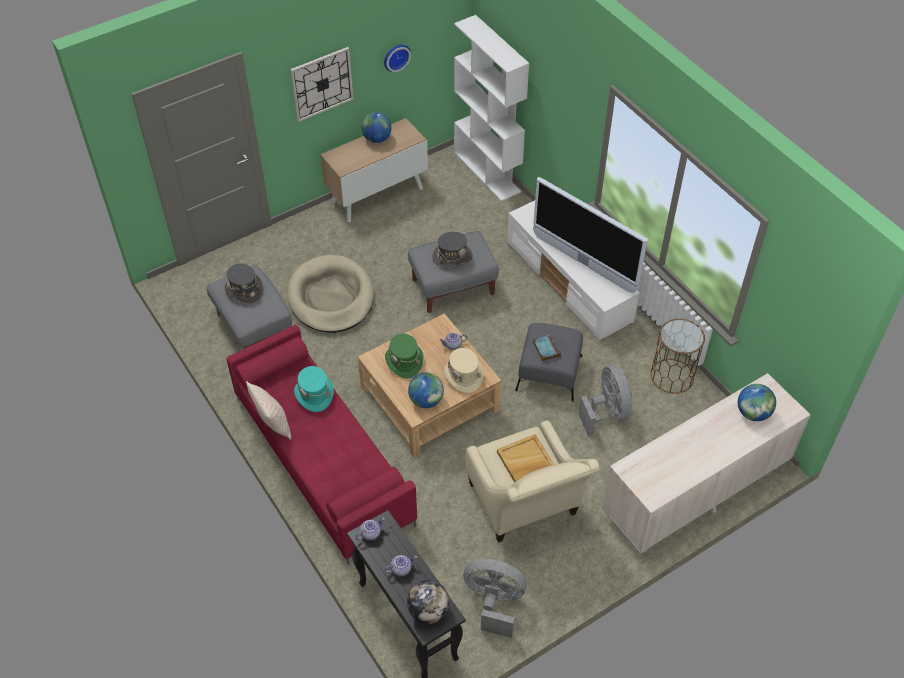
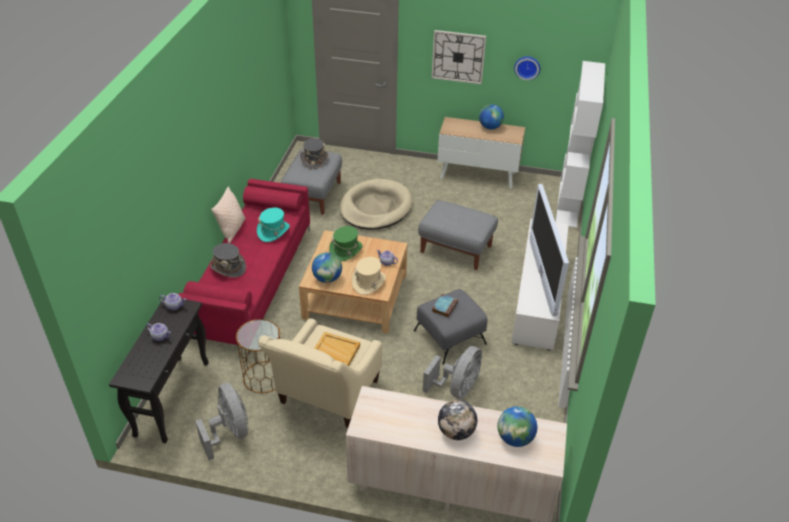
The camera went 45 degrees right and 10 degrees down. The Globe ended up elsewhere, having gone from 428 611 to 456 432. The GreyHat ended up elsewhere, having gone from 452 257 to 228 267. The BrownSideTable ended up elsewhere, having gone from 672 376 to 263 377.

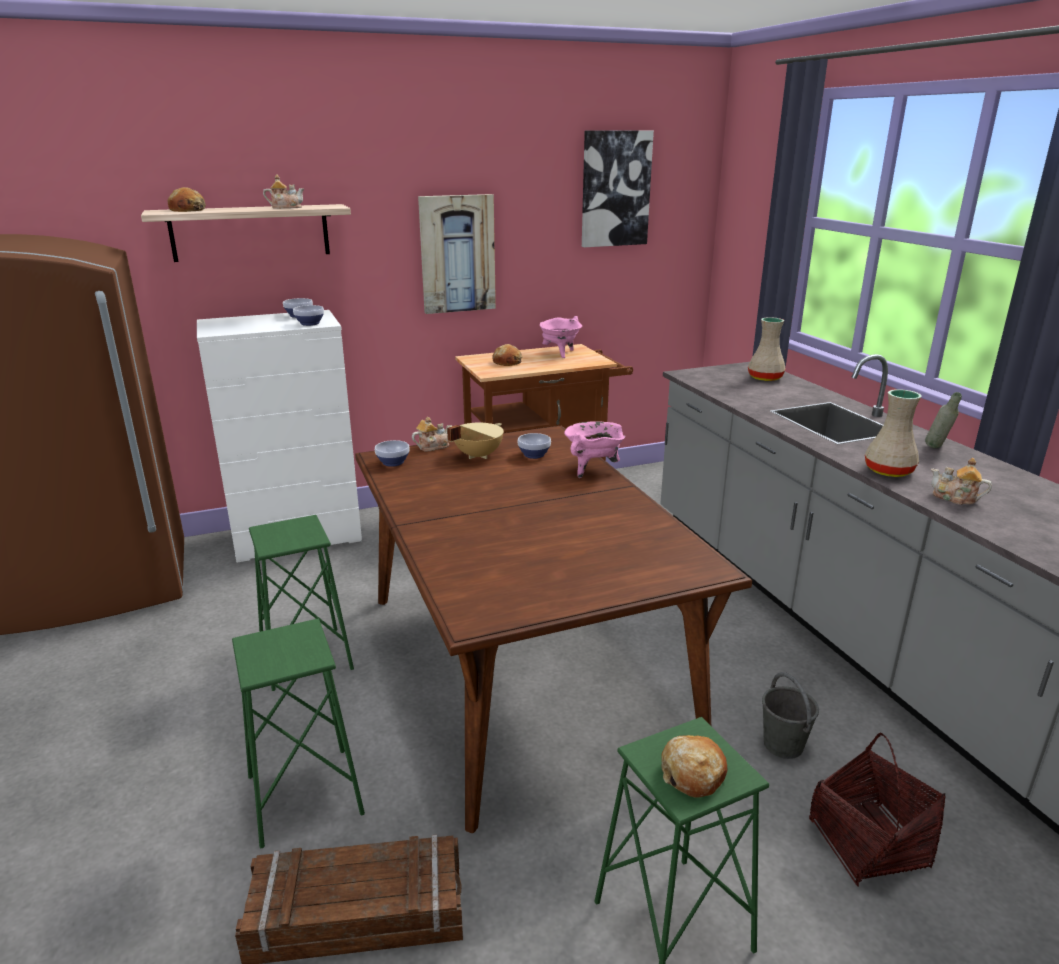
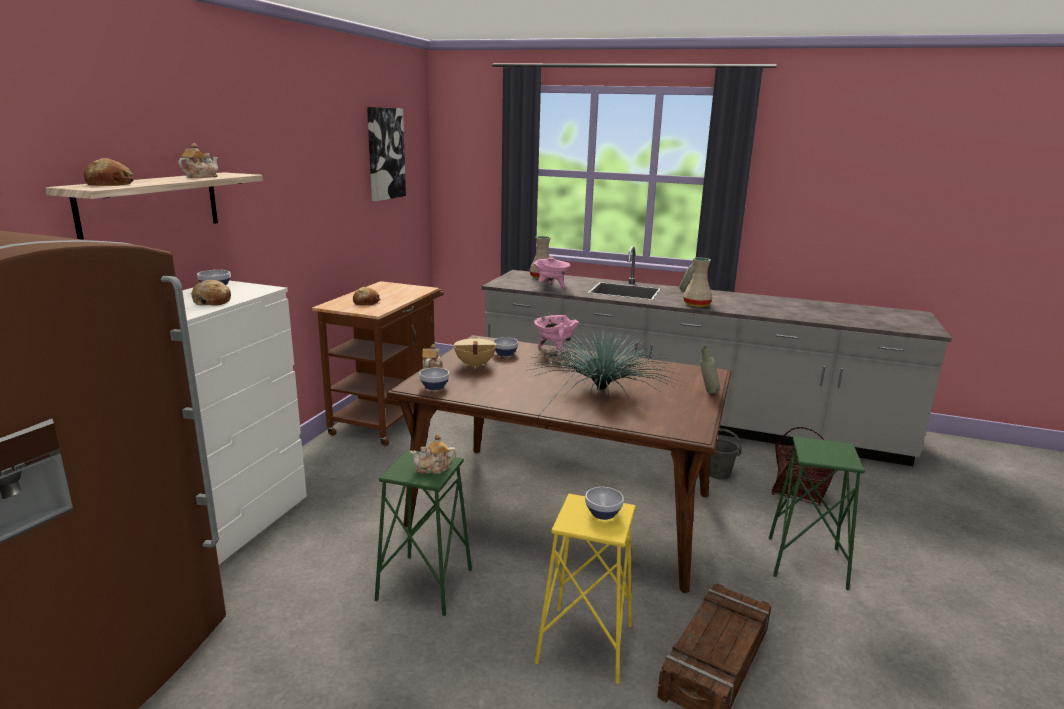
The camera went 50 degrees left and 5 degrees down. What was the GreenStool at 304 795 turned into the YellowStool at 585 644. The Bowl ended up elsewhere, having gone from 309 324 to 604 514. The second view lost the Picture at 457 254. The PinkCookingPot ended up elsewhere, having gone from 559 354 to 551 287. The Bread ended up elsewhere, having gone from 693 774 to 212 301. The Teapot ended up elsewhere, having gone from 955 498 to 433 468. The second view gained the PottedPlant at 601 390. The second view gained the GreyBottle at 707 393.

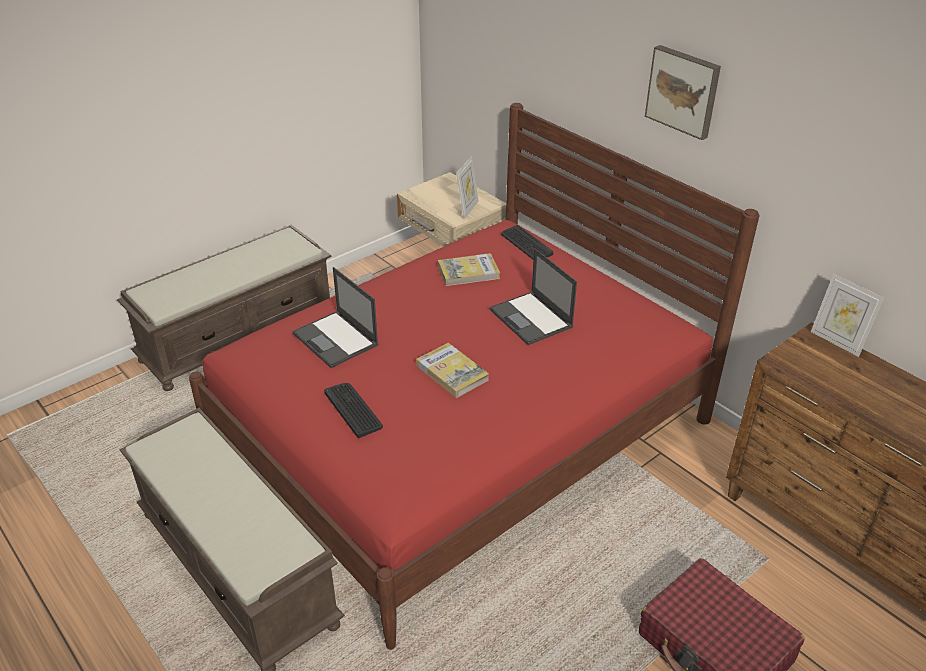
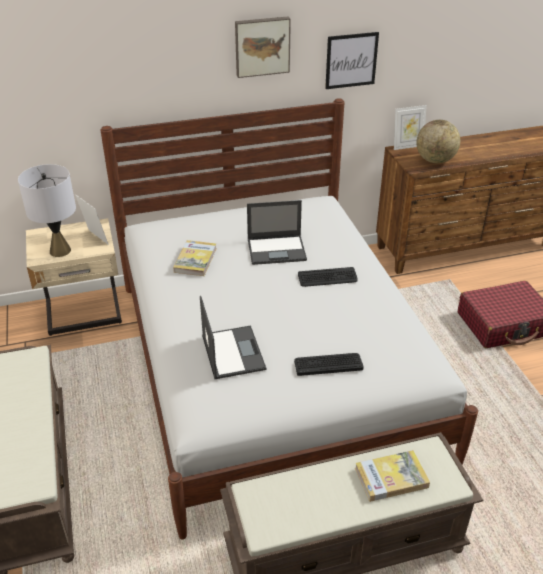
The camera went 65 degrees left and 0 degrees up. What was the RedBed at 462 433 turned into the WhiteBed at 272 367. The Laptop at 336 339 ended up facing another way, 90 degrees counterclockwise from before. The Book ended up elsewhere, having gone from 452 373 to 391 478. The Keyboard ended up elsewhere, having gone from 526 244 to 327 278. The second view gained the GreyTableLamp at 60 251. The second view gained the Picture at 351 60. The second view gained the Globe at 435 160.

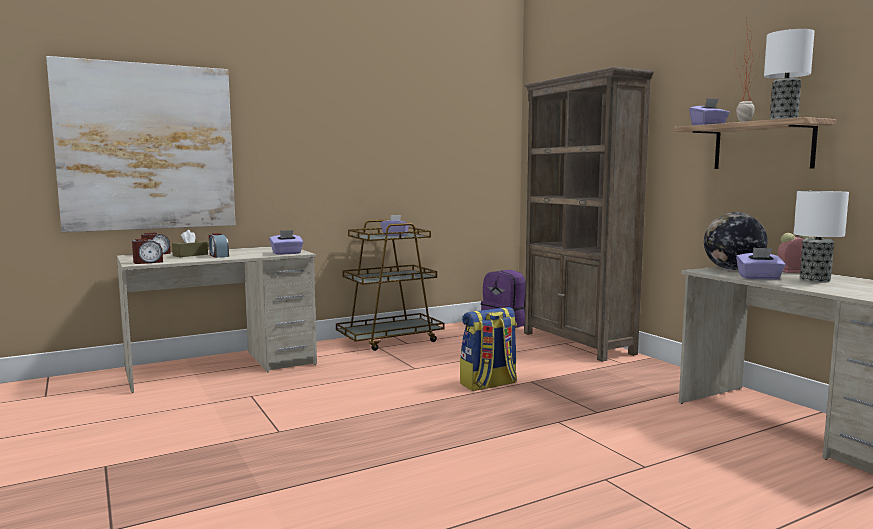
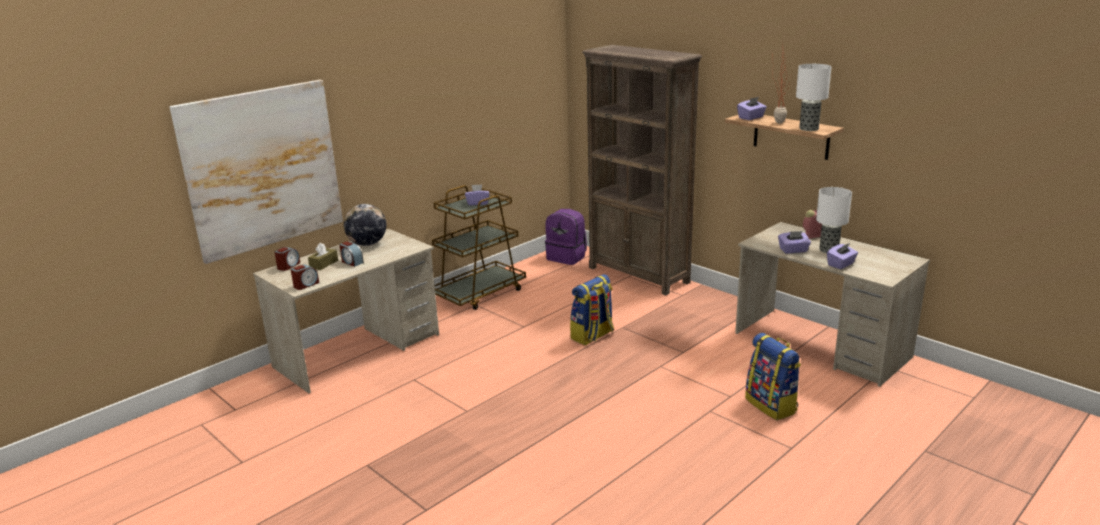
The camera went 15 degrees left and 15 degrees up. The PurpleTissueBox ended up elsewhere, having gone from 287 253 to 841 264. The Globe ended up elsewhere, having gone from 733 270 to 367 244. The second view gained the Backpack at 772 405.

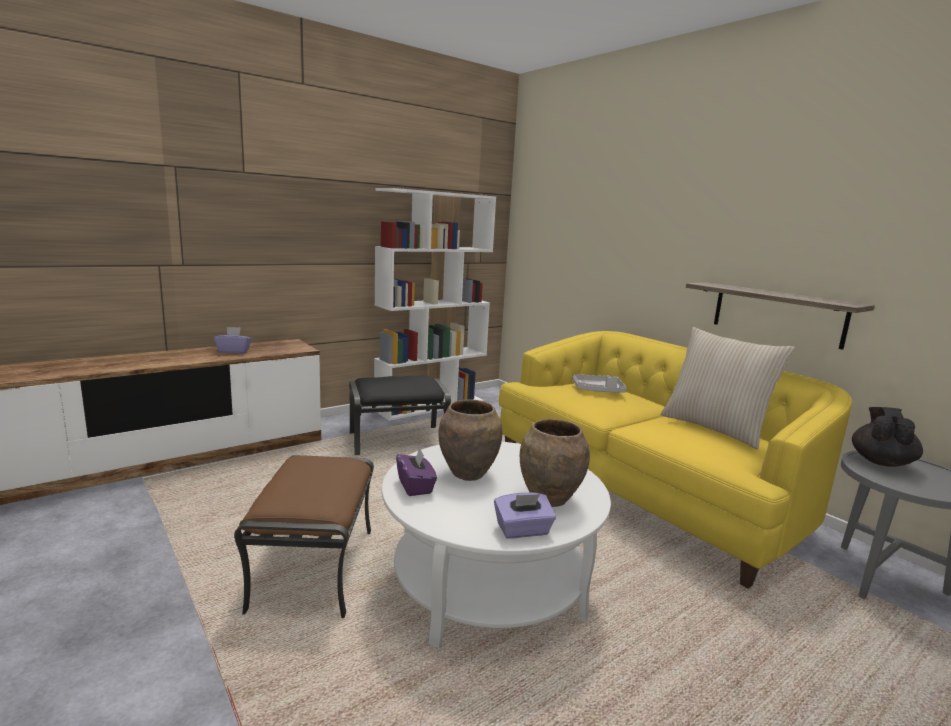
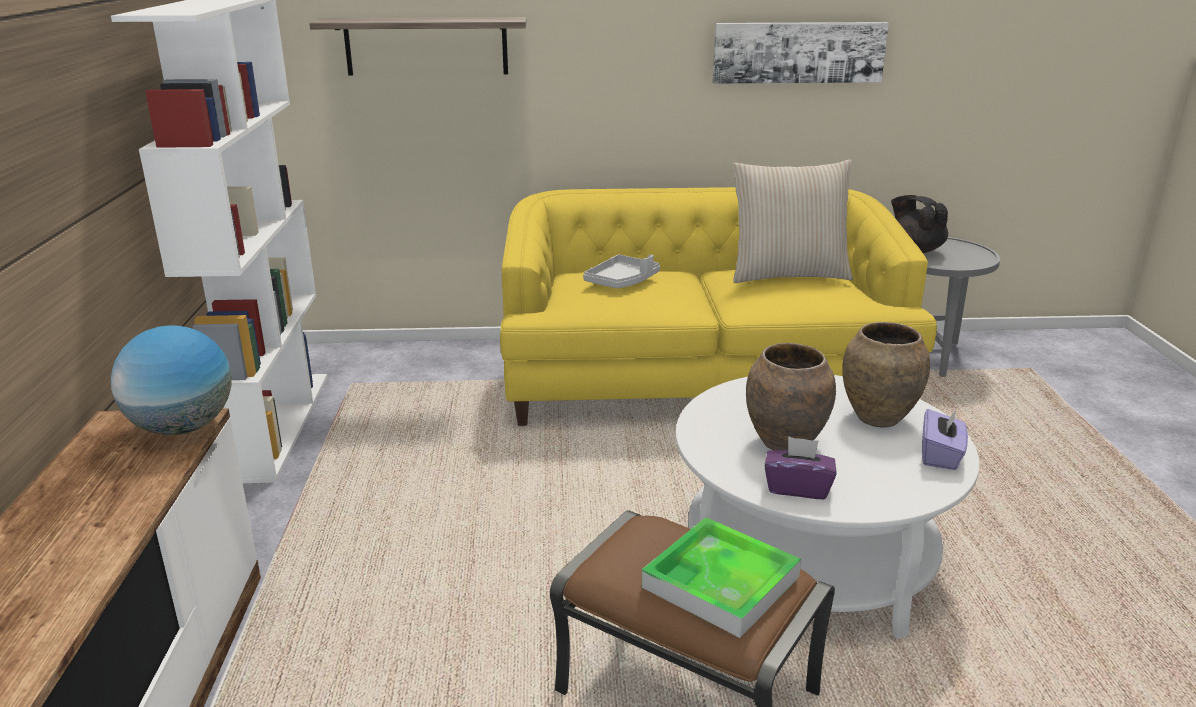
The camera went 55 degrees left and 10 degrees up. The second view lost the PurpleTissueBox at 234 351. The second view lost the BlackOttoman at 398 440. The Shelf ended up elsewhere, having gone from 777 314 to 426 46. The second view gained the Globe at 183 428. The second view gained the Tray at 721 582. The second view gained the Picture at 798 52.

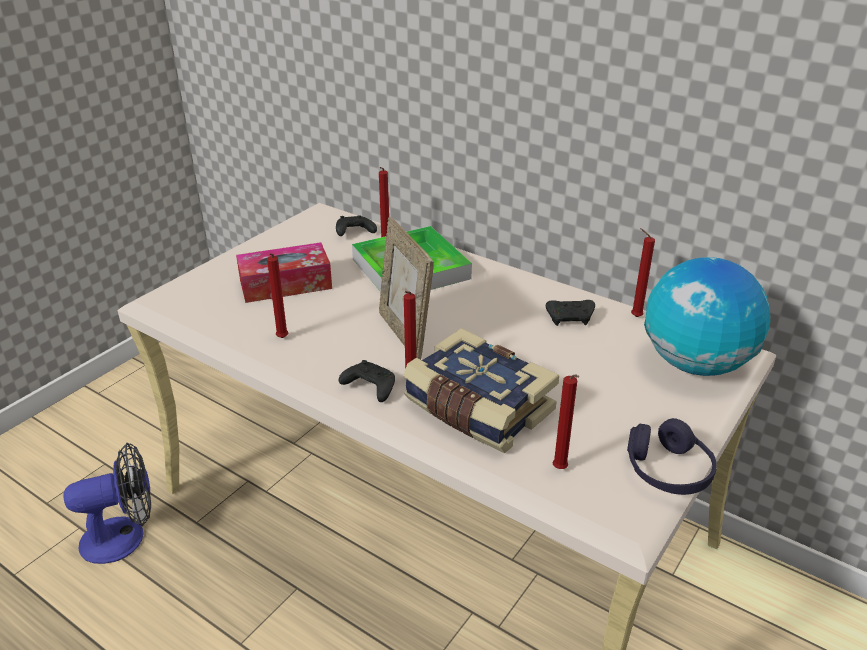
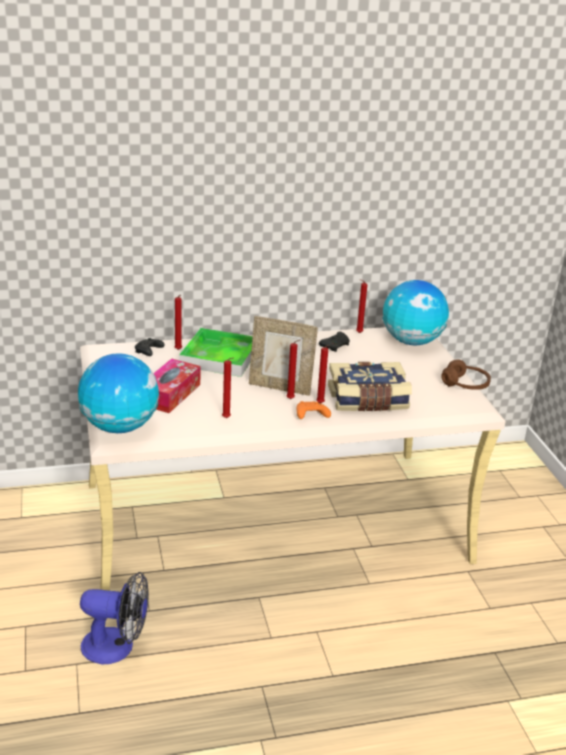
The camera went 50 degrees left and 5 degrees down. The Fan at 124 537 ended up facing another way, 75 degrees clockwise from before. What was the BlackGameController at 369 388 turned into the OrangeGameController at 310 416. The RedCandle ended up elsewhere, having gone from 560 470 to 291 399. What was the PurpleHeadphones at 668 470 turned into the BrownHeadphones at 465 384. The second view gained the Globe at 119 427.

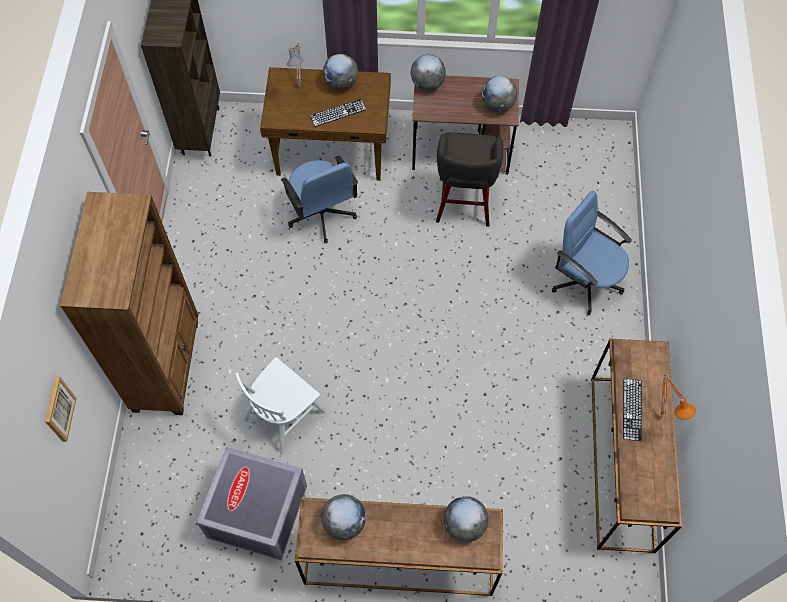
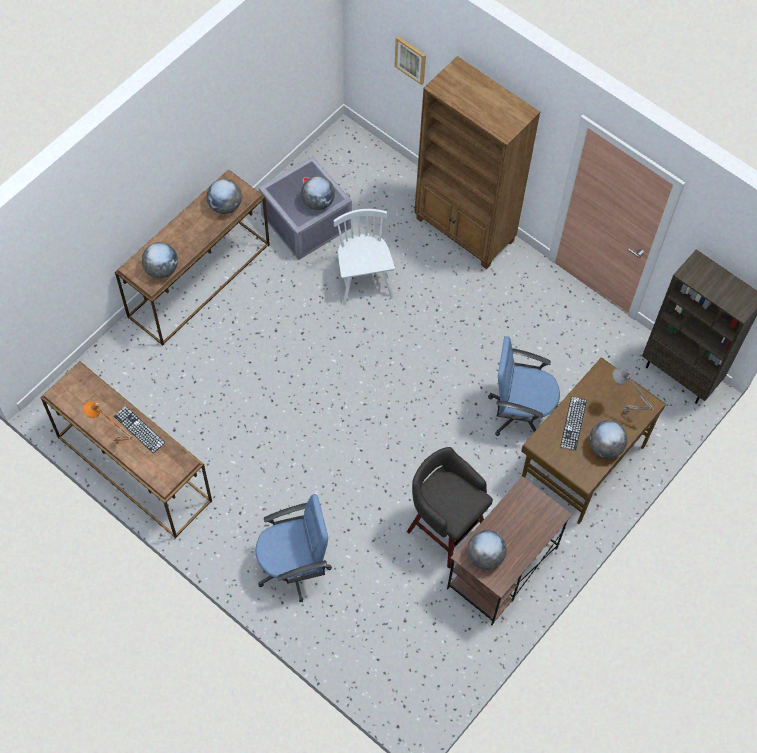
The camera went 125 degrees right and 0 degrees up. The Globe ended up elsewhere, having gone from 427 84 to 318 202.

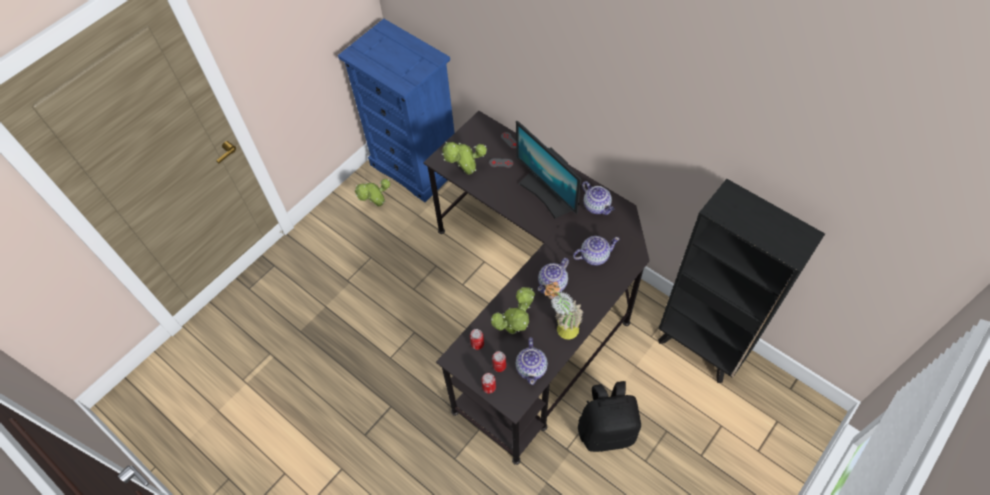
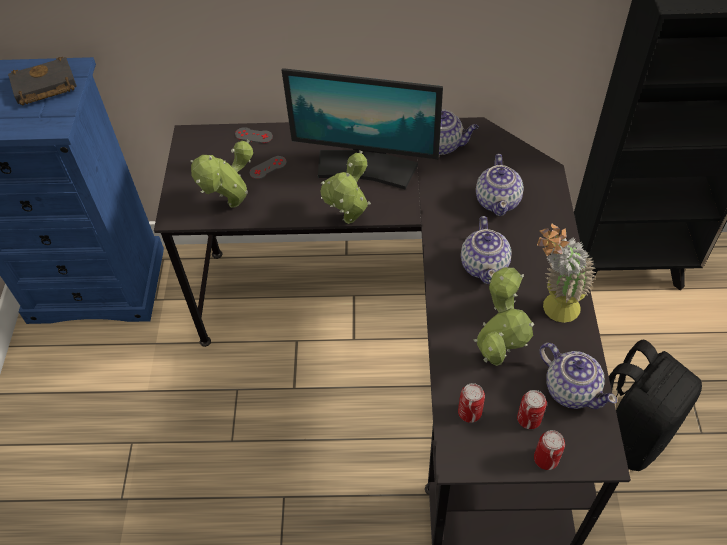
The camera went 40 degrees left and 5 degrees down. The PottedPlant ended up elsewhere, having gone from 377 205 to 349 223. The Teapot at 594 256 ended up facing another way, 150 degrees clockwise from before. The second view gained the BlackBook at 43 87.

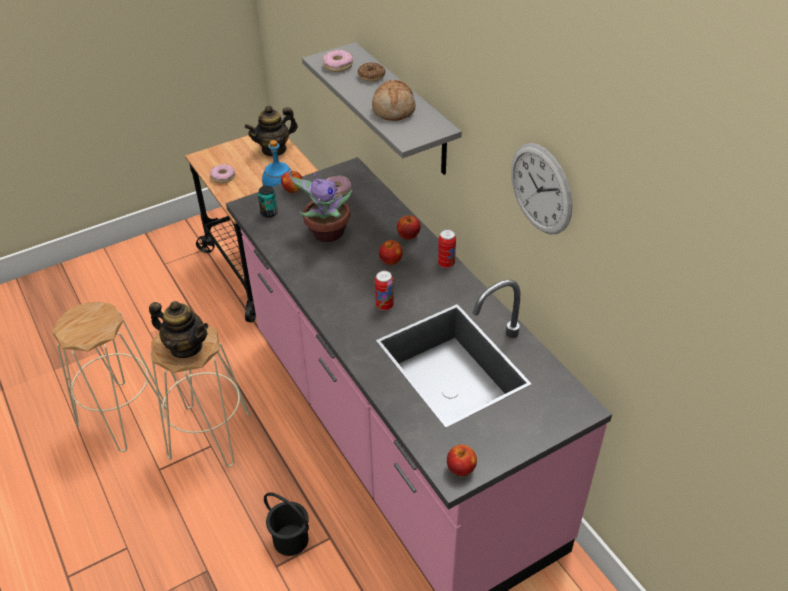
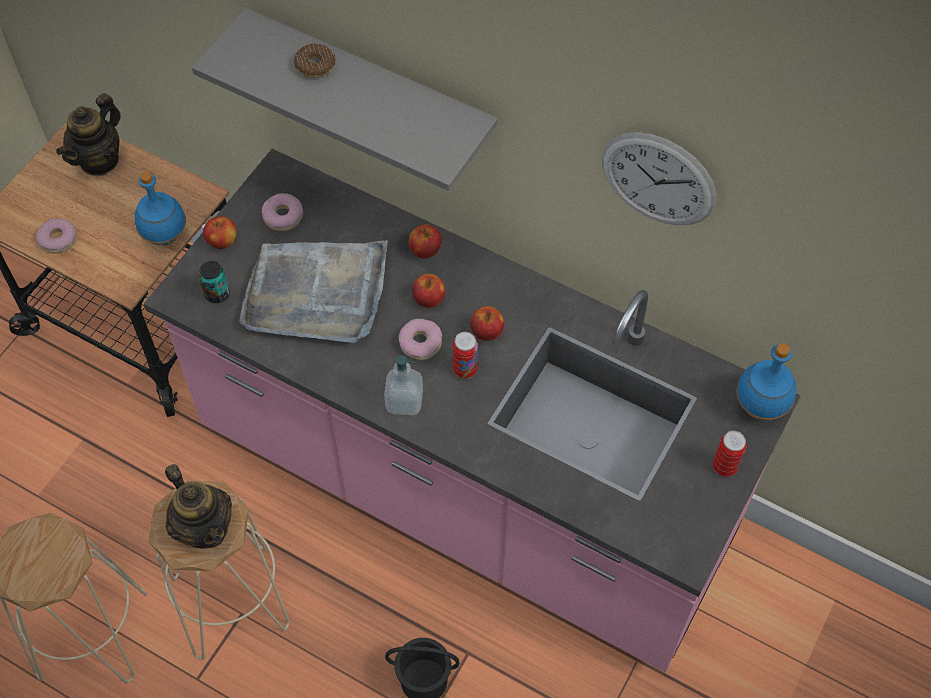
The camera went 30 degrees left and 15 degrees up. The Teapot at 186 347 ended up facing another way, 60 degrees clockwise from before. Where the PottedPlant stood at 325 233, the GreyTray came to stand at 316 293. The Donut ended up elsewhere, having gone from 338 65 to 420 343. The second view lost the Bread at 394 109. The Can ended up elsewhere, having gone from 446 263 to 724 467. The Apple ended up elsewhere, having gone from 461 469 to 486 332. The second view gained the SoapDispenser at 404 401. The second view gained the BlueBottle at 760 407.

